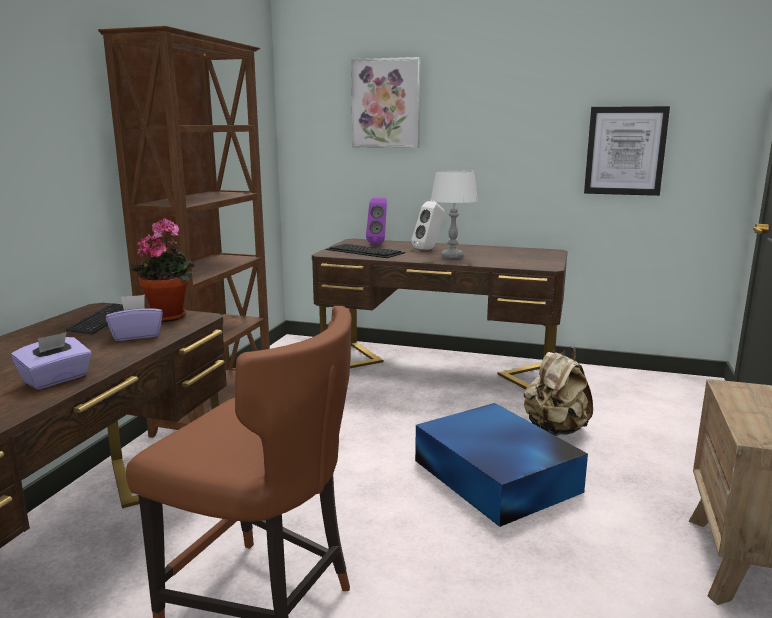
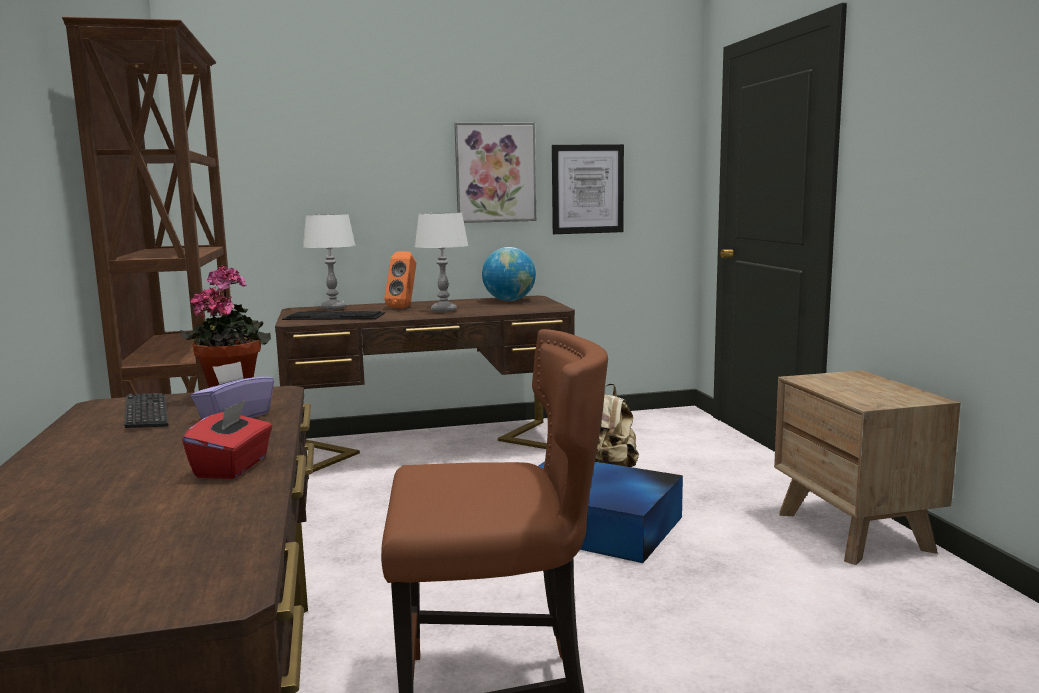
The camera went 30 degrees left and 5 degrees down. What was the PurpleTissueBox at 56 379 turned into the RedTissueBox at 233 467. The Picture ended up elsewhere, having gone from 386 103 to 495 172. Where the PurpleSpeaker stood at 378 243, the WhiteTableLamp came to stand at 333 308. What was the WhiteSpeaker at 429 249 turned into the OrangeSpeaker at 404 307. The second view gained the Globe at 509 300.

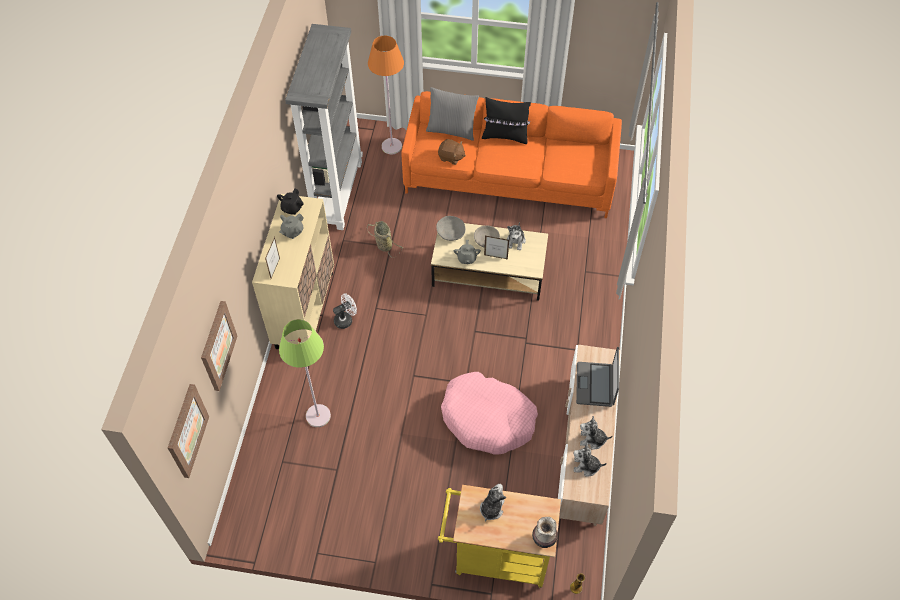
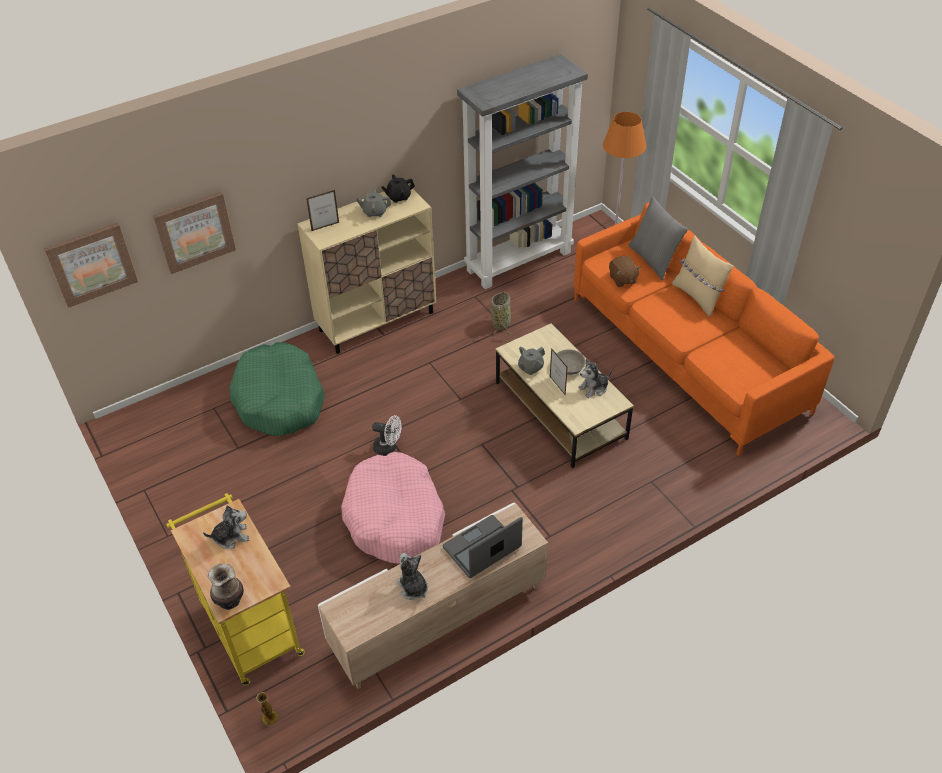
The camera went 50 degrees right and 10 degrees down. Where the GreenFloorLamp stood at 318 416, the GreenDogBed came to stand at 280 400. The WhiteFan ended up elsewhere, having gone from 346 319 to 388 448. The second view lost the GreyBowl at 450 233. What was the BlackPillow at 505 136 turned into the BeigePillow at 697 297. The second view lost the PlushToy at 586 466.

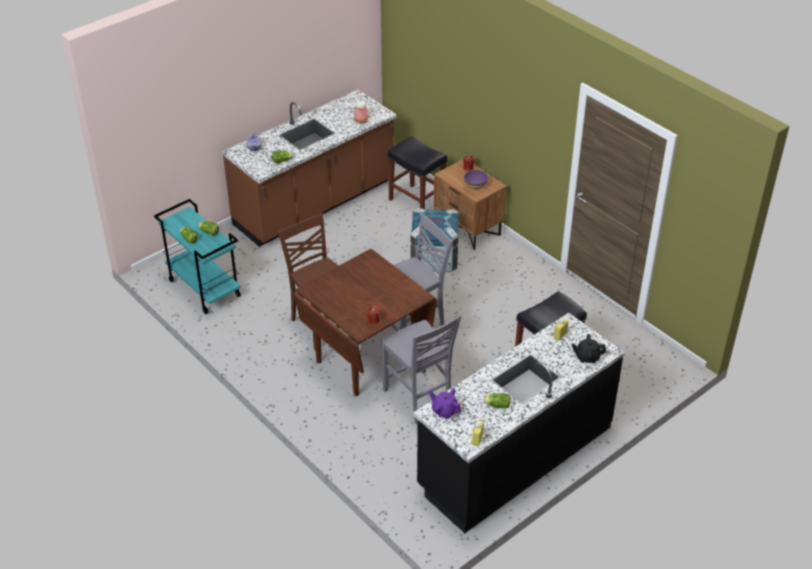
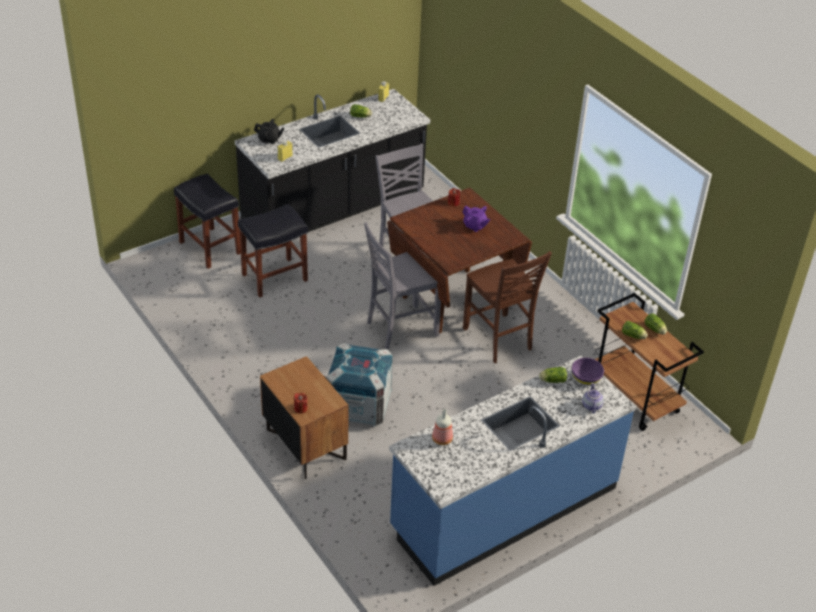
The camera went 175 degrees left and 0 degrees up. What was the TurquoiseCart at 203 288 turned into the BrownCart at 635 398. What was the BrownCounter at 315 204 turned into the BlueCounter at 503 508. The BlackStool ended up elsewhere, having gone from 417 201 to 209 247. The PurpleTeapot ended up elsewhere, having gone from 444 411 to 475 226. The PurpleBowl ended up elsewhere, having gone from 475 185 to 586 378.

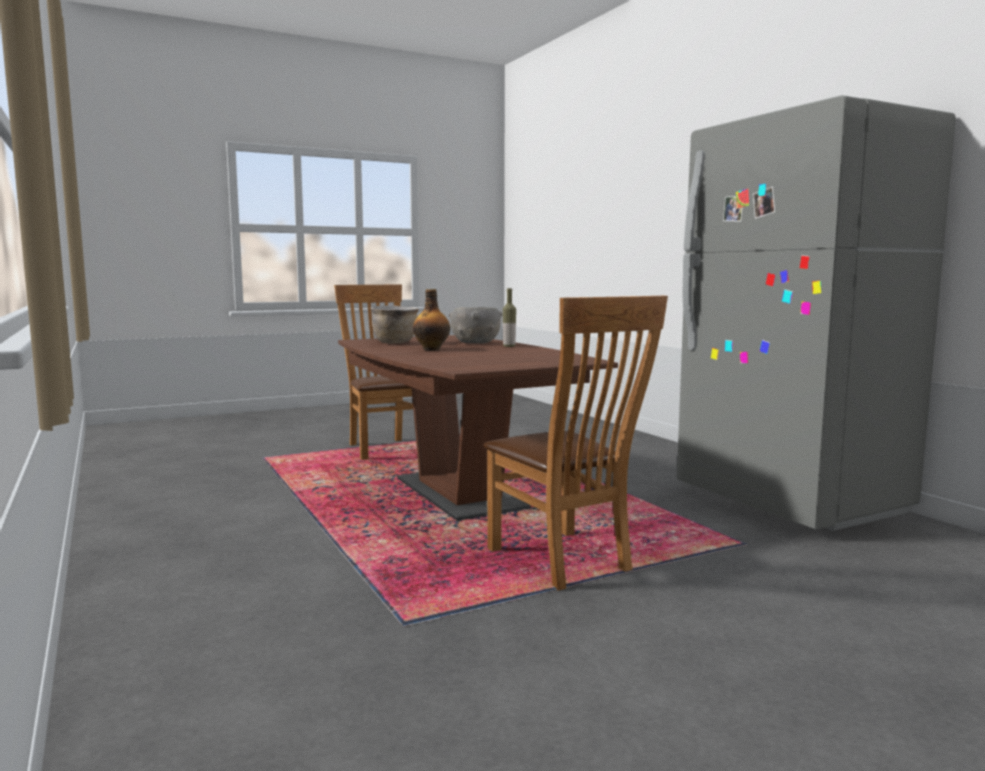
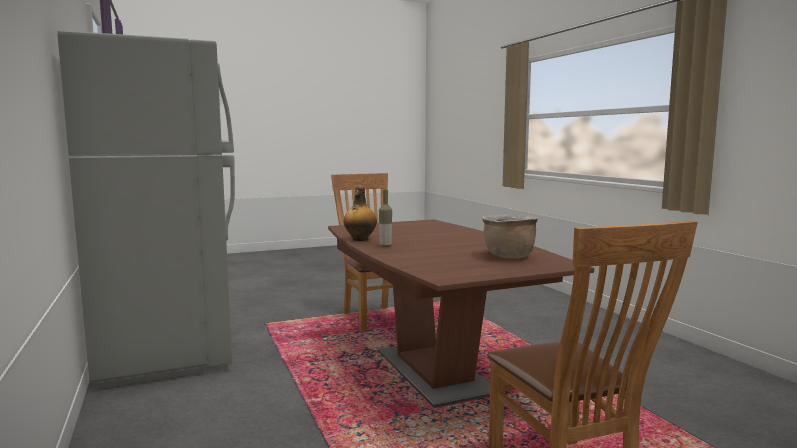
The camera went 175 degrees left and 0 degrees up. The Bottle ended up elsewhere, having gone from 432 349 to 360 239. The second view lost the GreyBowl at 475 343.

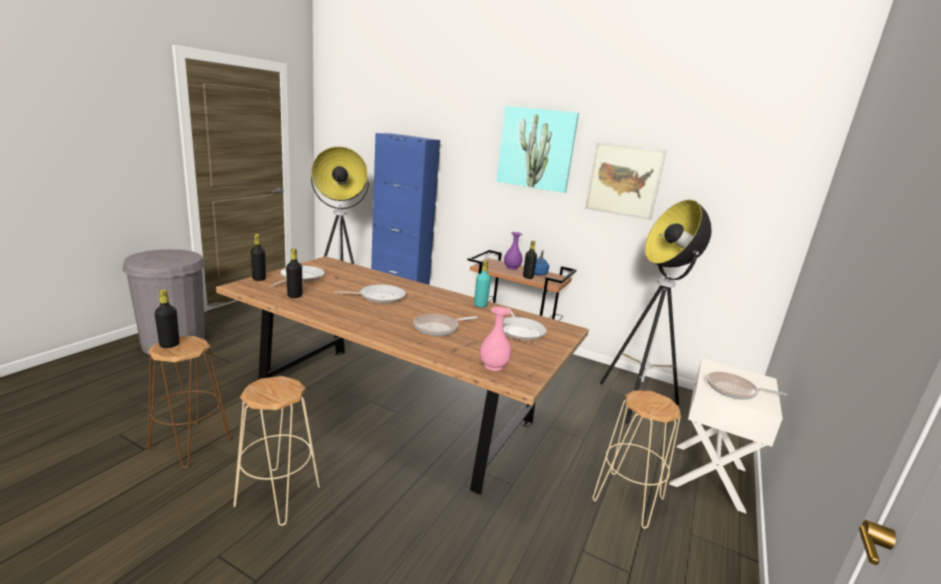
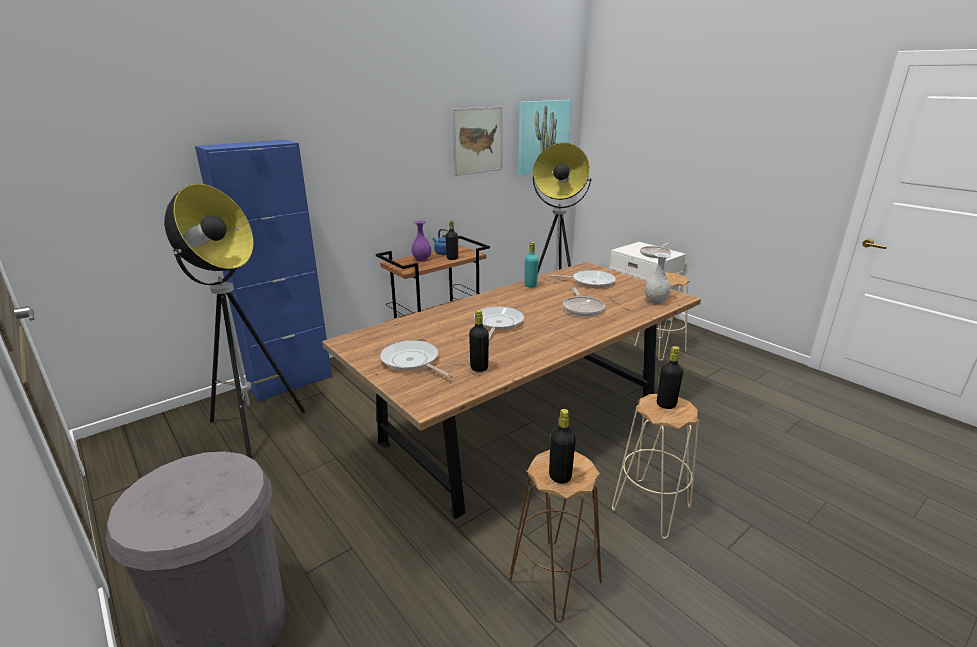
The camera went 65 degrees left and 5 degrees up. The BlackBottle ended up elsewhere, having gone from 259 279 to 666 404. What was the PinkVase at 493 366 turned into the WhiteVase at 656 301. The Picture ended up elsewhere, having gone from 536 149 to 543 136.

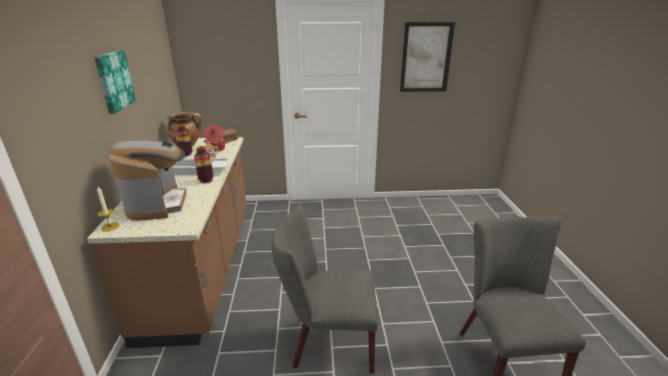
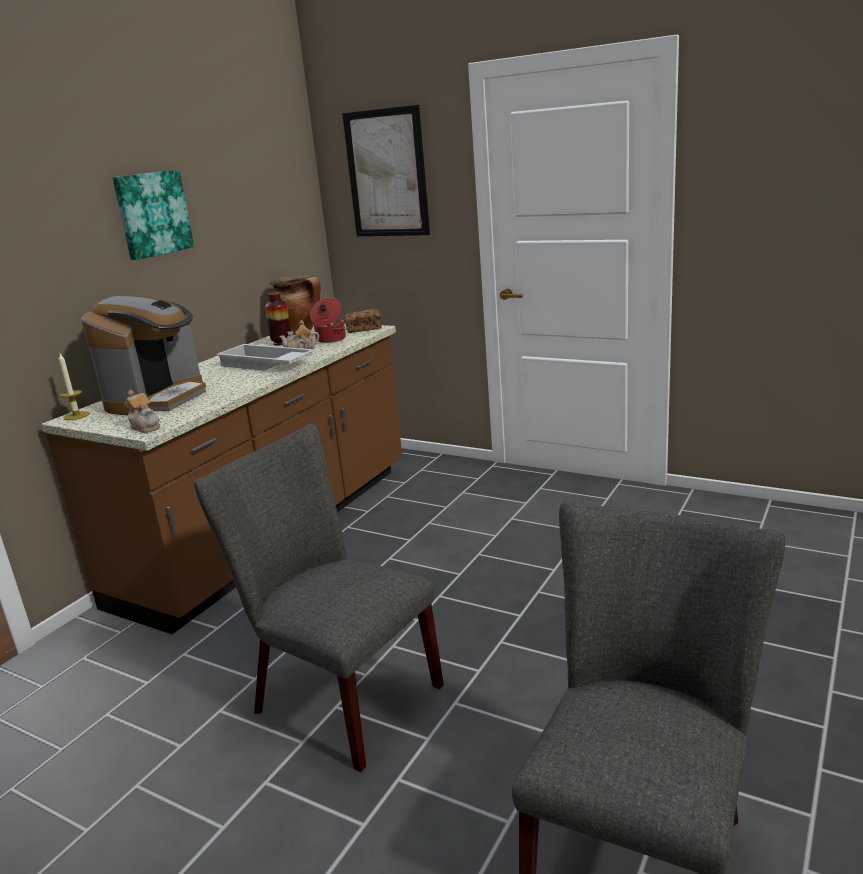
The camera went 35 degrees right and 5 degrees down. The second view lost the Vase at 206 180. The Picture ended up elsewhere, having gone from 426 57 to 386 173. The second view gained the Teapot at 145 427.

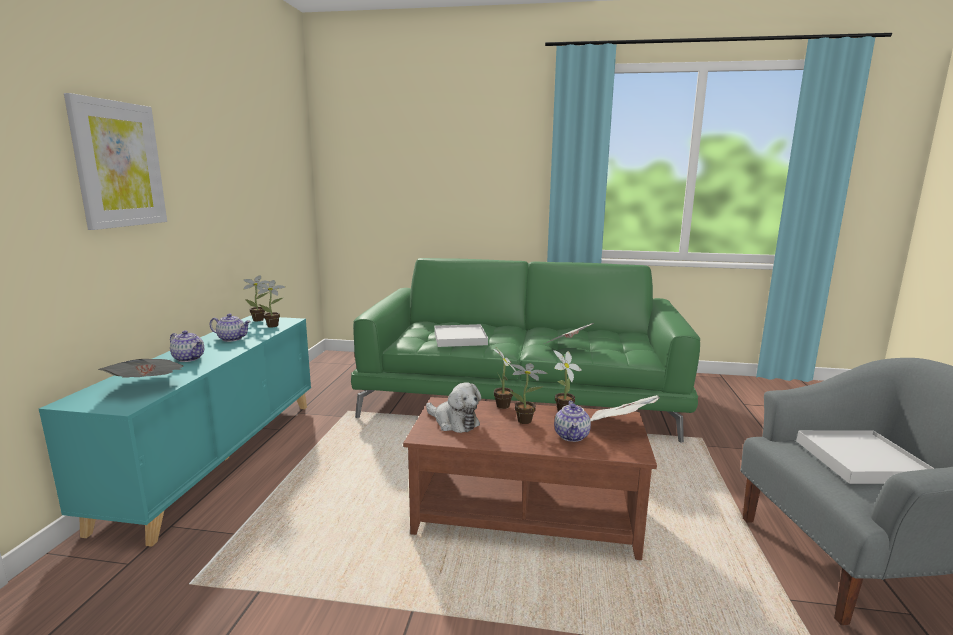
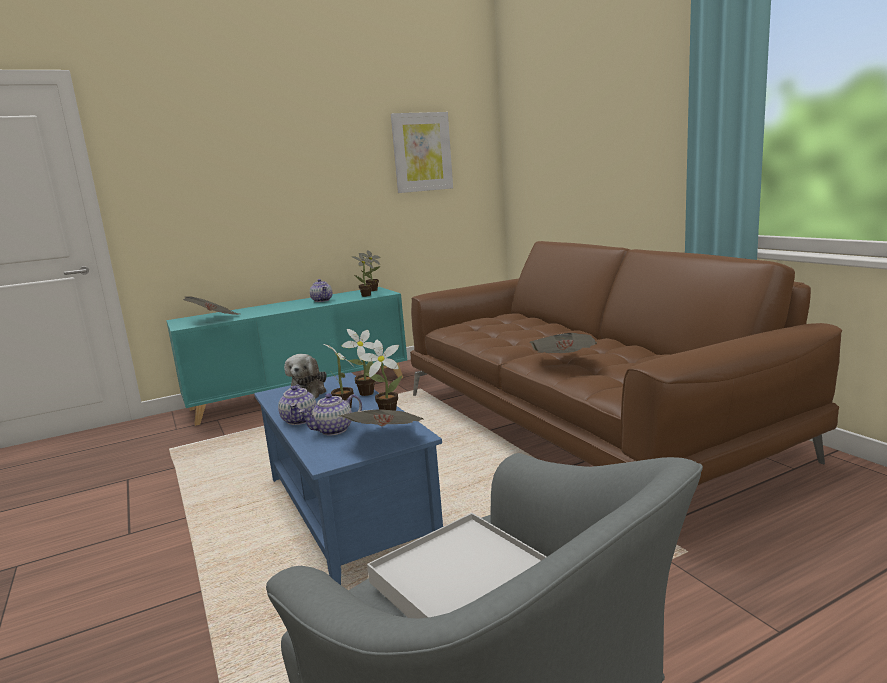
The camera went 55 degrees right and 0 degrees up. The Picture ended up elsewhere, having gone from 118 164 to 422 152. The Teapot ended up elsewhere, having gone from 189 358 to 300 420. What was the GreenSofa at 522 396 turned into the BrownSofa at 582 424. What was the BrownCoffeeTable at 526 514 turned into the BlueCoffeeTable at 350 509. The second view lost the WhiteTray at 460 338.

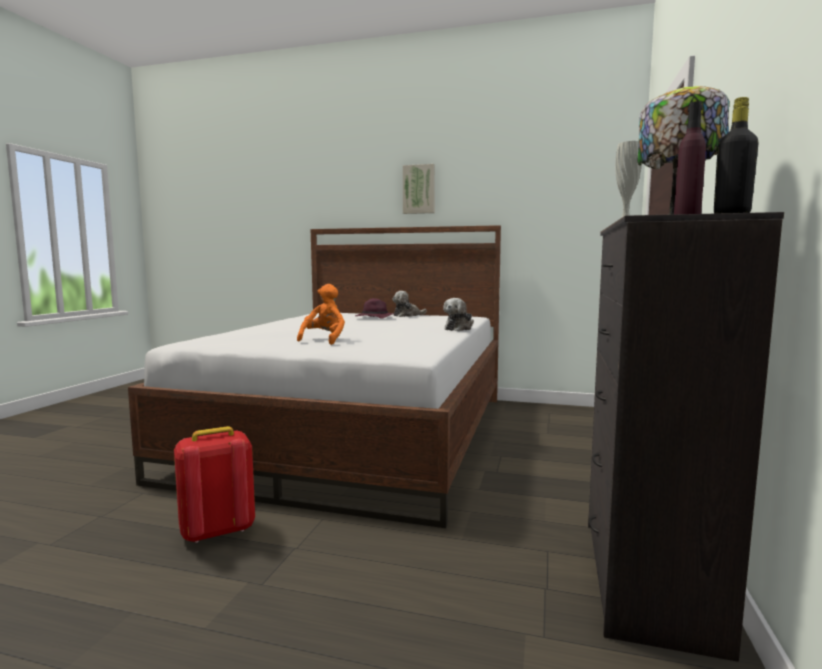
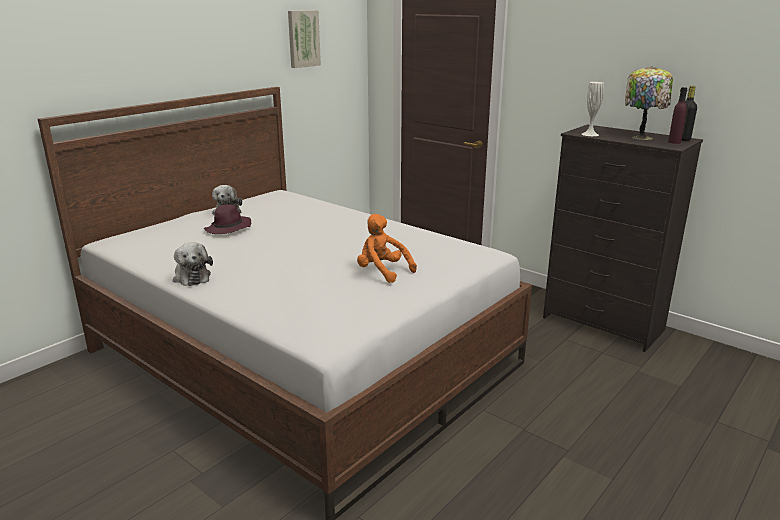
The camera went 65 degrees left and 15 degrees up. The second view lost the RedBackpack at 217 531. The Picture ended up elsewhere, having gone from 419 189 to 303 38. The PlushToy ended up elsewhere, having gone from 459 328 to 191 276.

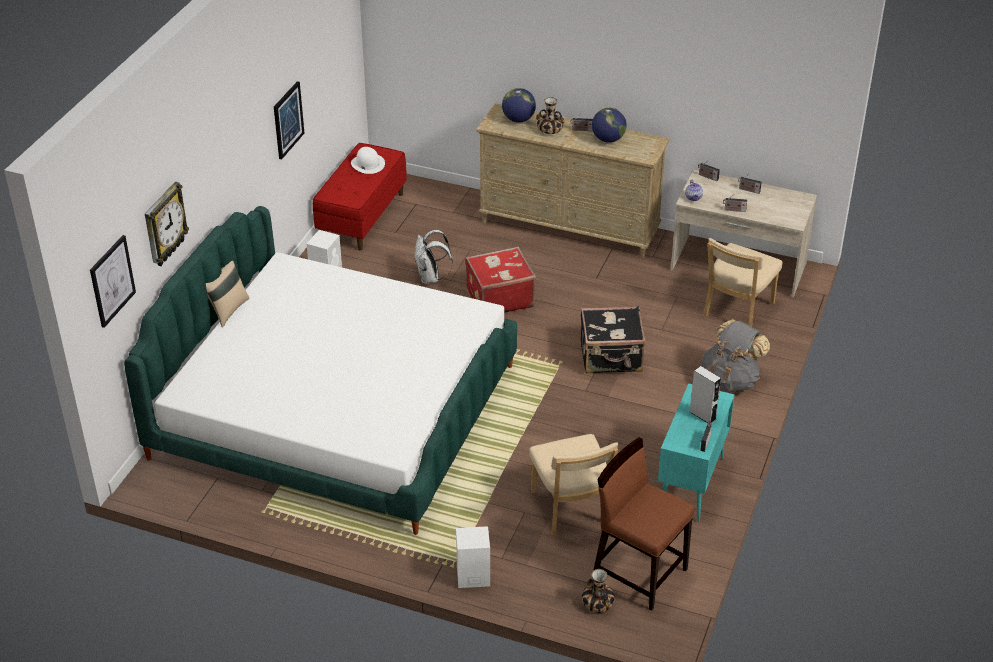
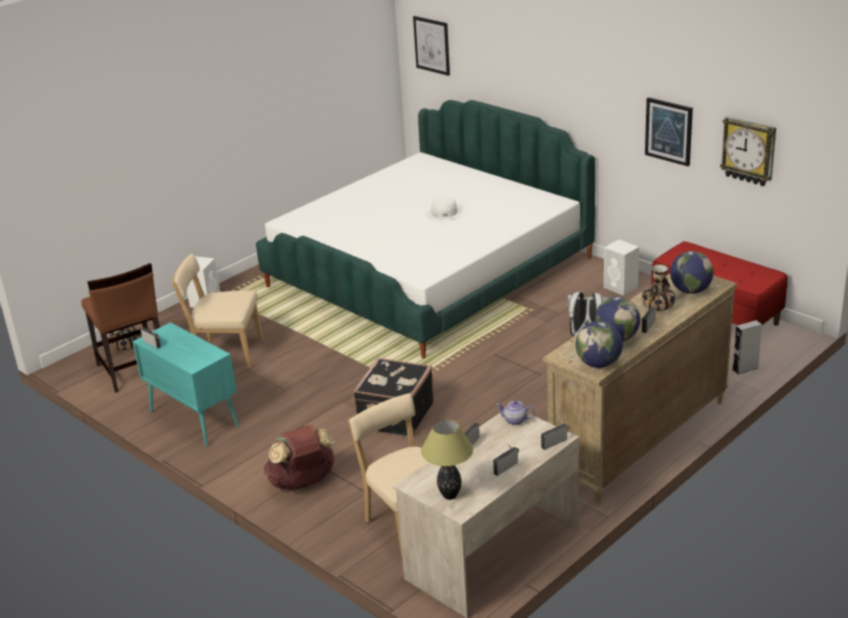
The camera went 115 degrees right and 10 degrees down. The WallClock ended up elsewhere, having gone from 164 225 to 749 151. The second view lost the BeigePillow at 228 310. The WhiteHat ended up elsewhere, having gone from 367 164 to 444 213. The second view lost the RedSuitcase at 499 297. The BrownChair at 639 572 ended up facing another way, 90 degrees clockwise from before. The GreySpeaker ended up elsewhere, having gone from 702 415 to 745 369. What was the GreyBackpack at 730 380 turned into the BrownBackpack at 302 483. The second view gained the TableLamp at 449 495. The second view gained the Globe at 598 364.

